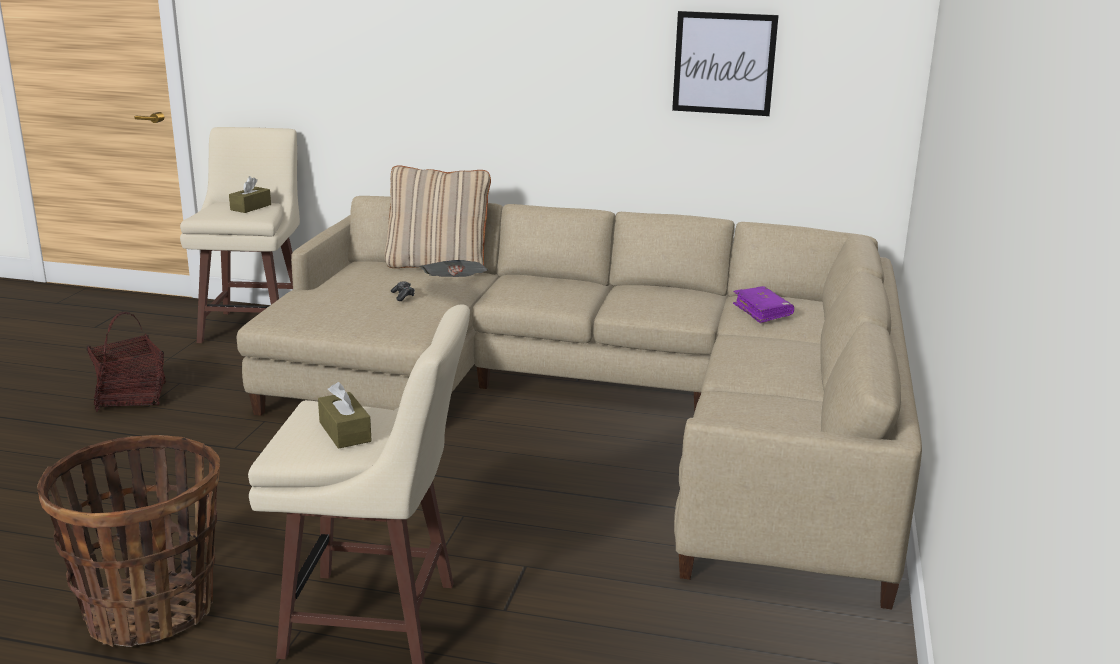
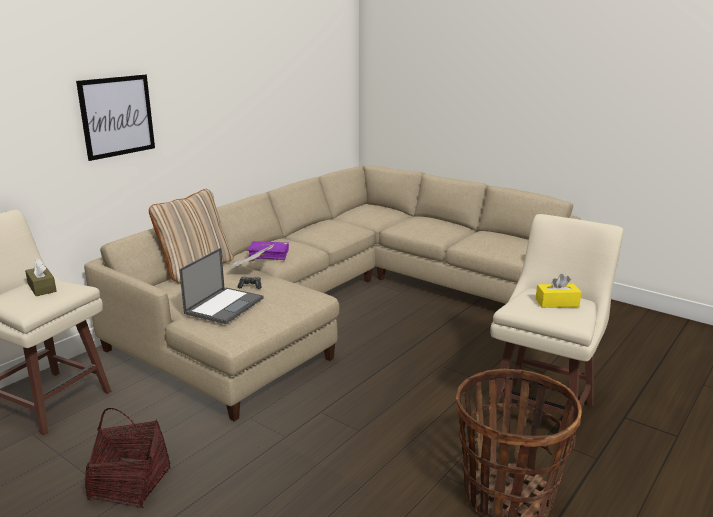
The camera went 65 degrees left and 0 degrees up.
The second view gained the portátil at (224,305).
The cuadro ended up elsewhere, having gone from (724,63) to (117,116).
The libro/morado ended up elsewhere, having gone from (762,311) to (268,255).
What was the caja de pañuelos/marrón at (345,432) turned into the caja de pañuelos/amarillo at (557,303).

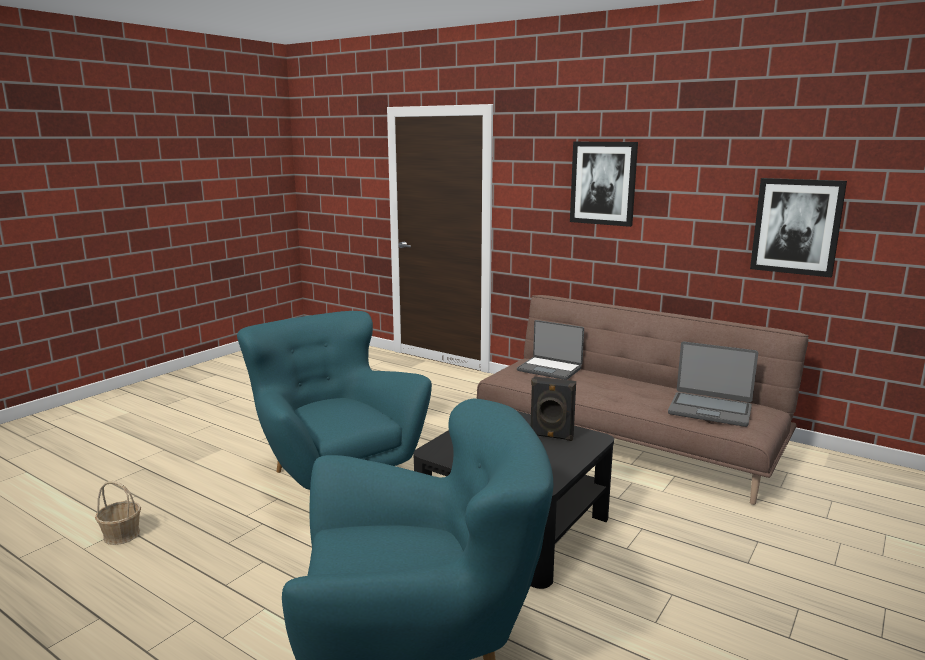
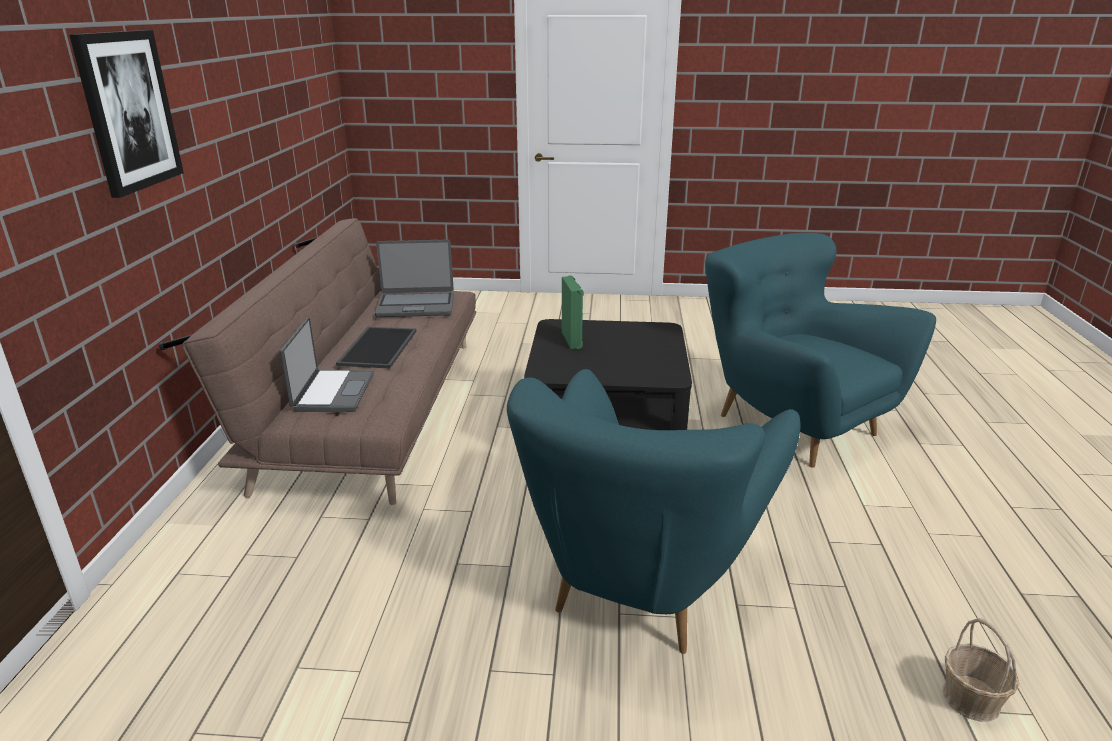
The camera went 120 degrees left and 10 degrees up.
The second view lost the cuadro at (796,226).
The second view gained the bandeja at (377,347).
What was the altavoz/negro at (551,436) turned into the altavoz/verde at (572,340).
The portátil at (710,410) ended up facing another way, 90 degrees clockwise from before.

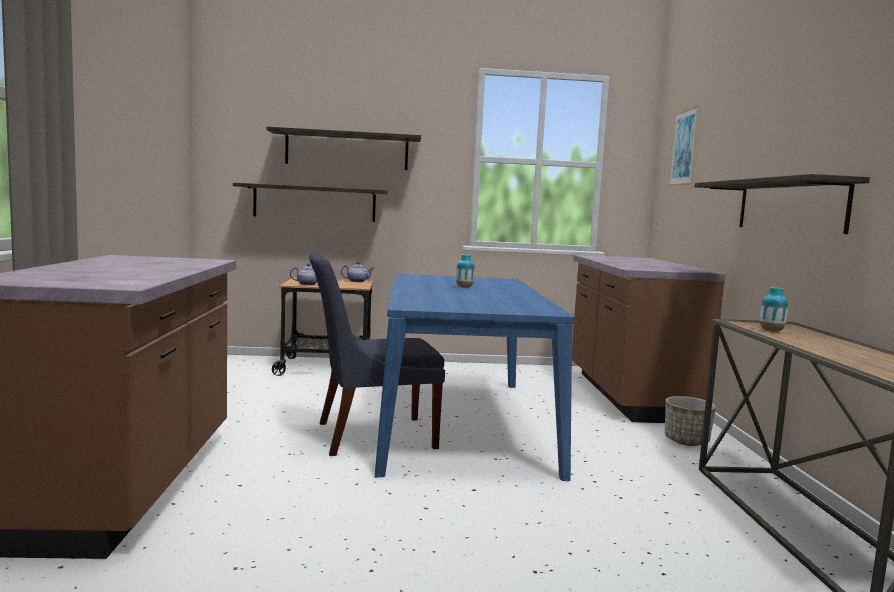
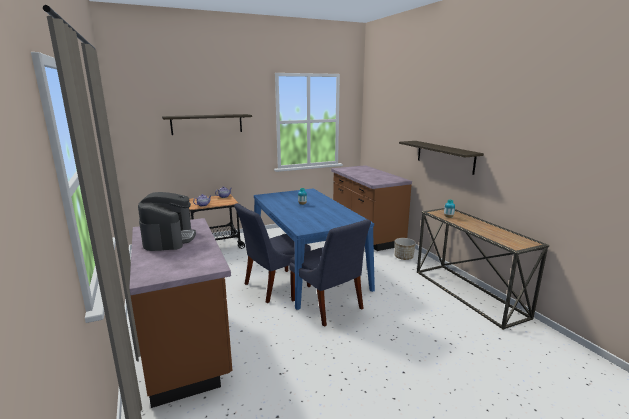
The camera went 20 degrees left and 10 degrees up.
The second view lost the estante at (314,203).
The second view lost the cuadro at (683,148).
The second view gained the cafetera at (169,238).
The second view gained the silla/azul at (328,306).

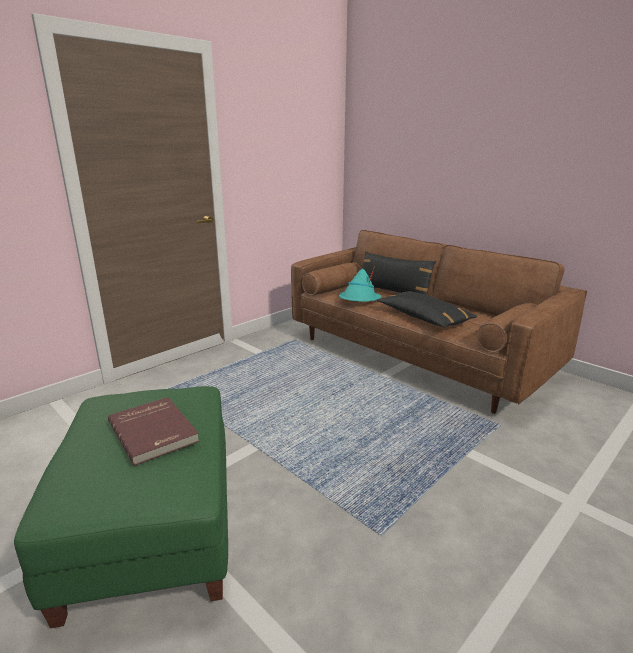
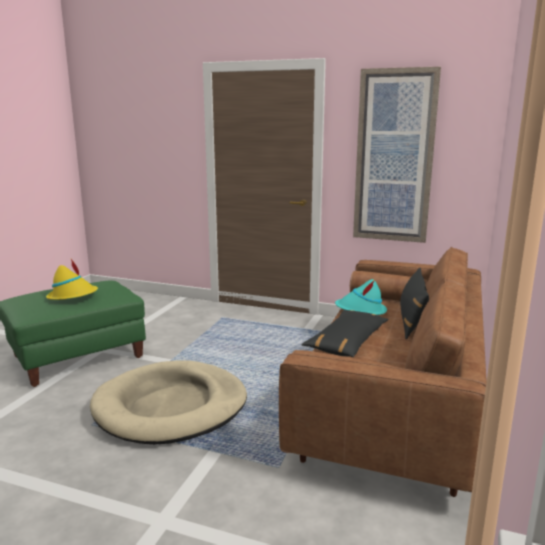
The camera went 65 degrees right and 5 degrees down.
The second view gained the cama para perro/beis at (171,407).
The second view gained the cuadro at (394,157).
Where the libro/rojo stood at (155,431), the sombrero/amarillo came to stand at (73,296).

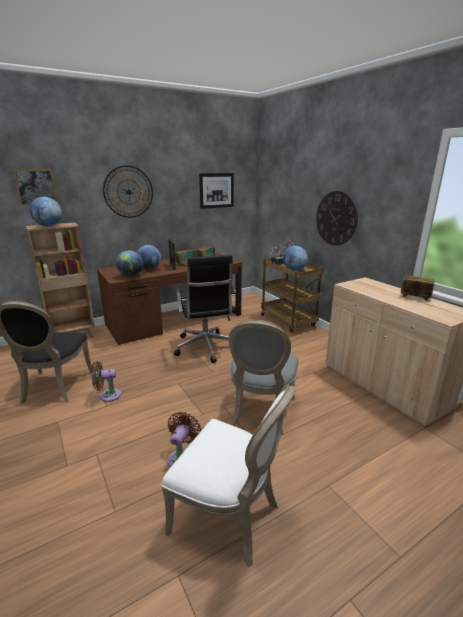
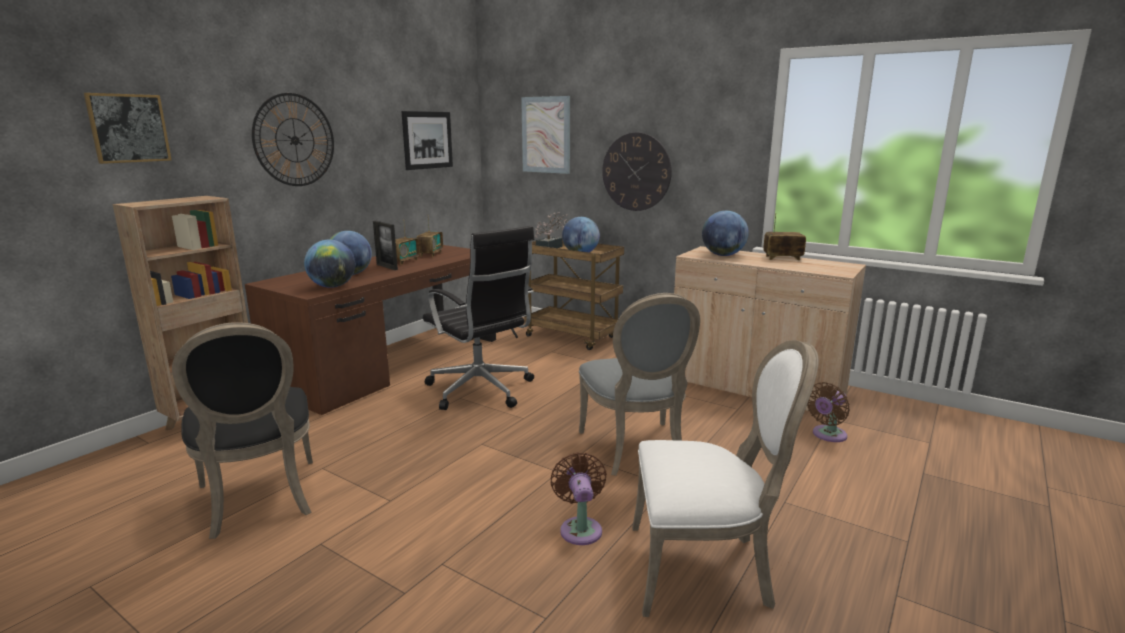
The camera went 25 degrees left and 5 degrees down.
The second view gained the cuadro at (546,135).
The globo terráqueo ended up elsewhere, having gone from (48,226) to (723,255).
The ventilador/marrón ended up elsewhere, having gone from (108,395) to (827,435).

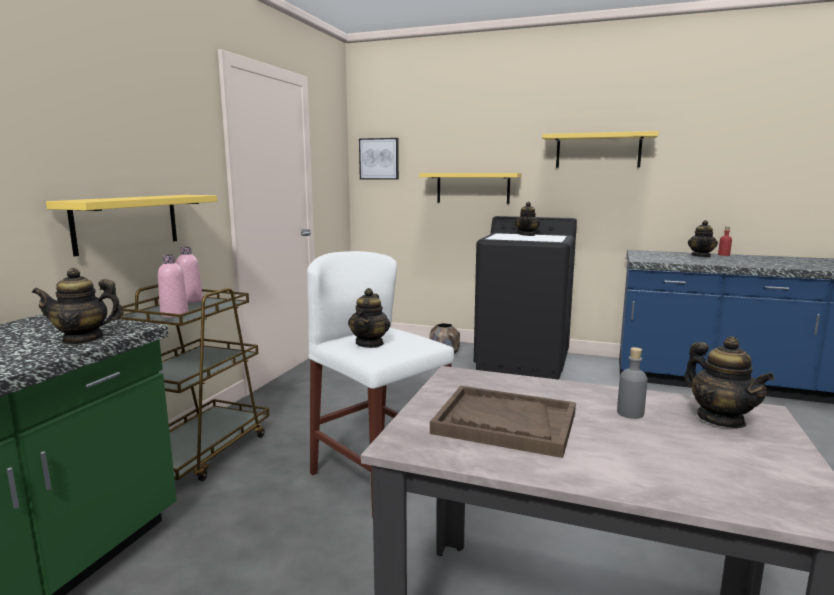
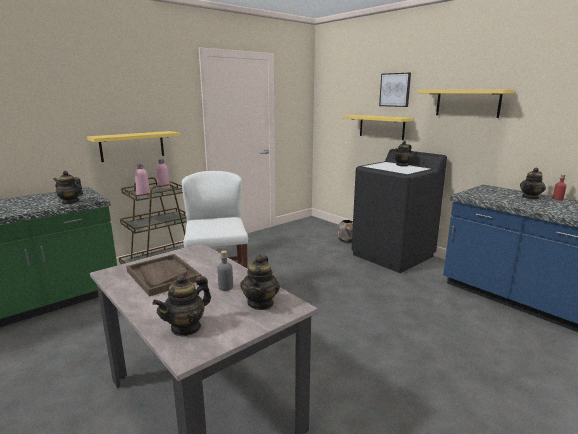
The camera went 30 degrees right and 5 degrees up.
The tetera ended up elsewhere, having gone from (370,343) to (186,327).
The cuadro ended up elsewhere, having gone from (379,159) to (395,90).

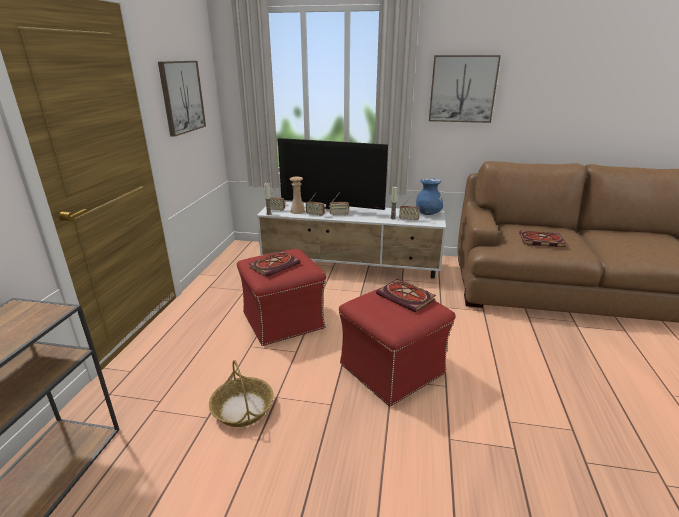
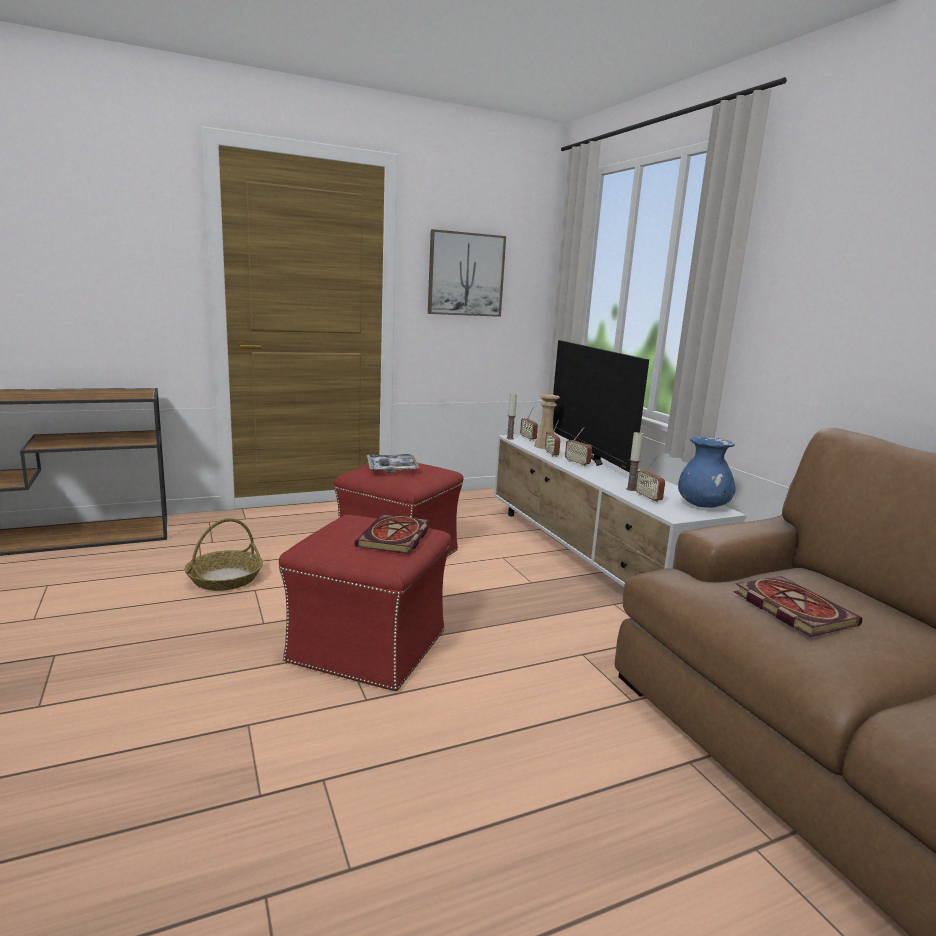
The camera went 55 degrees right and 10 degrees down.
The second view lost the cuadro at (462,89).
Where the libro stood at (275,265), the bandeja came to stand at (392,468).

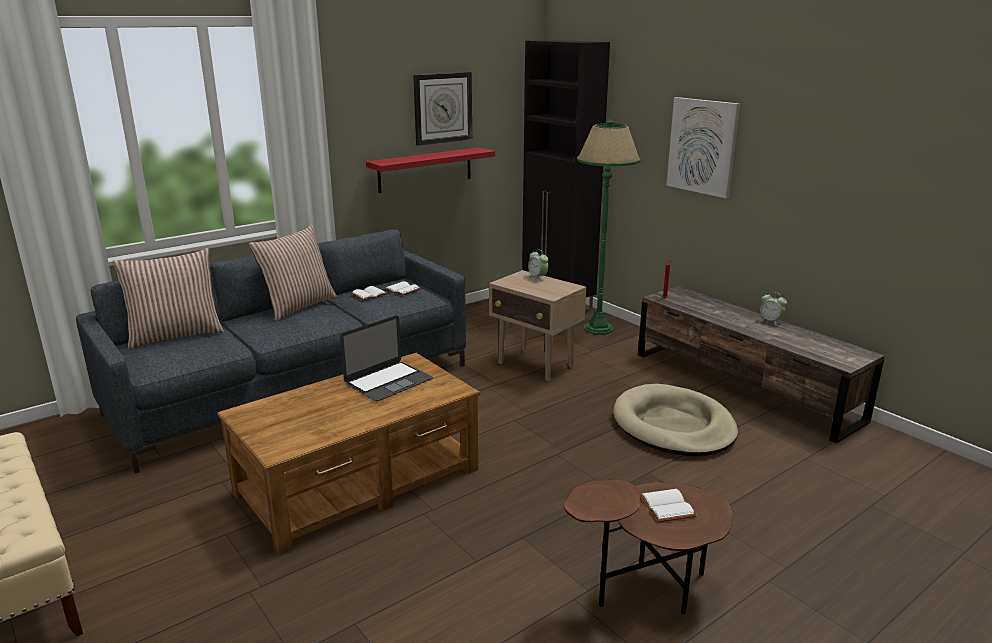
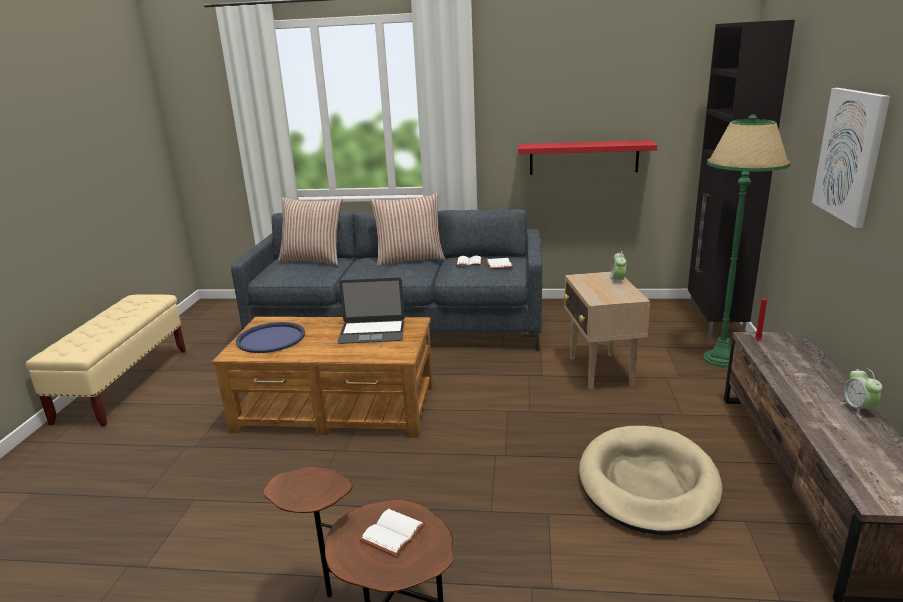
The camera went 45 degrees right and 0 degrees up.
The second view lost the reloj de pared at (442,108).
The second view gained the bandeja/azul at (271,338).

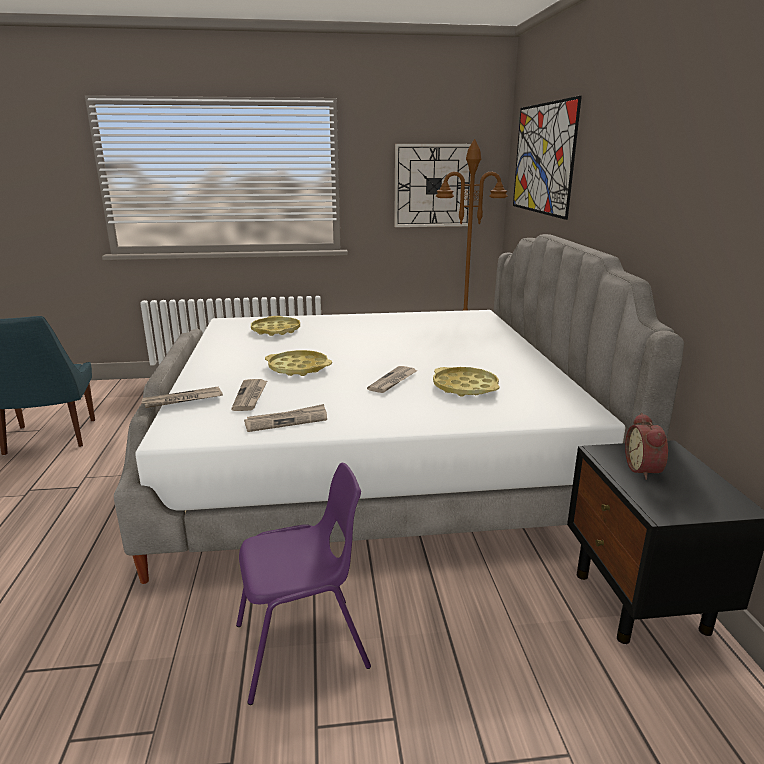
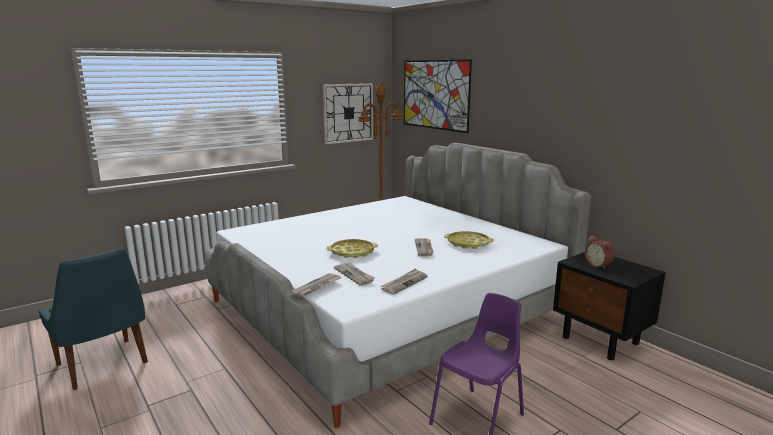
The camera went 30 degrees left and 5 degrees down.
The second view lost the bandeja/amarillo at (276,330).

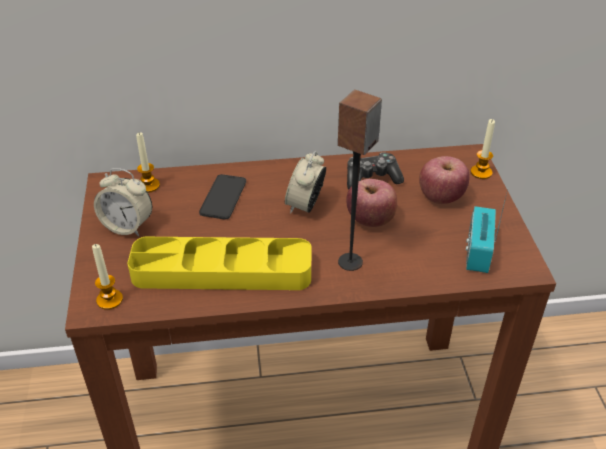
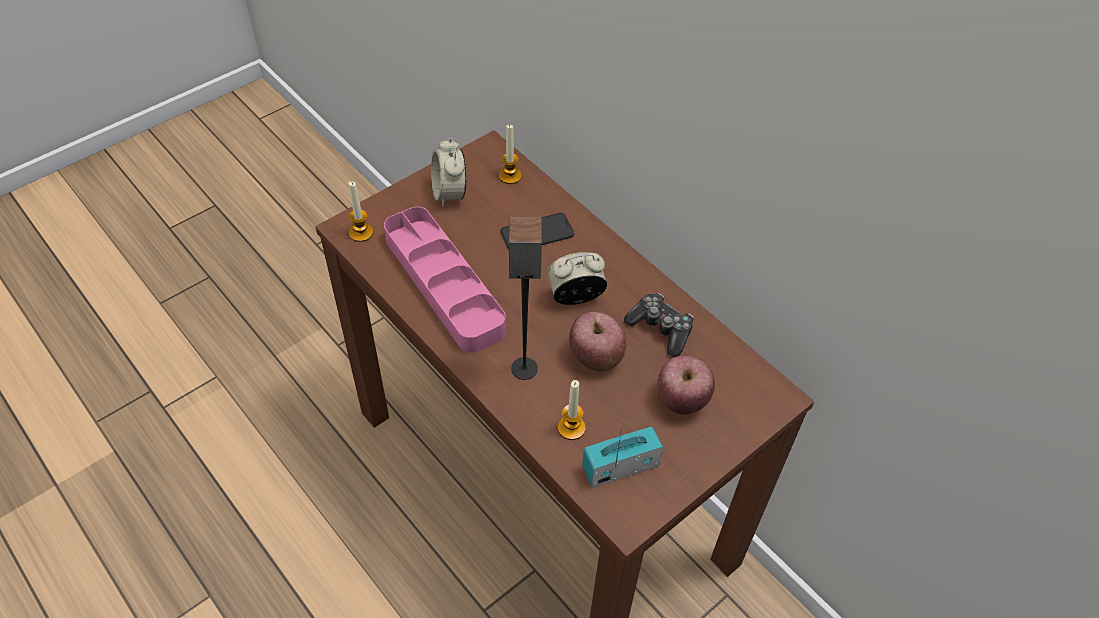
The camera went 55 degrees right and 10 degrees up.
The vela ended up elsewhere, having gone from (481,172) to (571,428).
What was the bandeja/amarillo at (222,271) turned into the bandeja/rosa at (444,284).

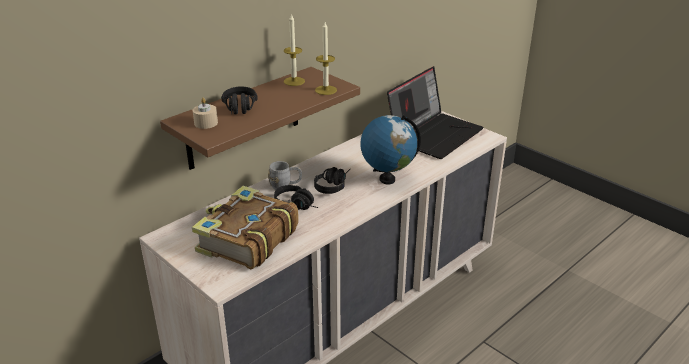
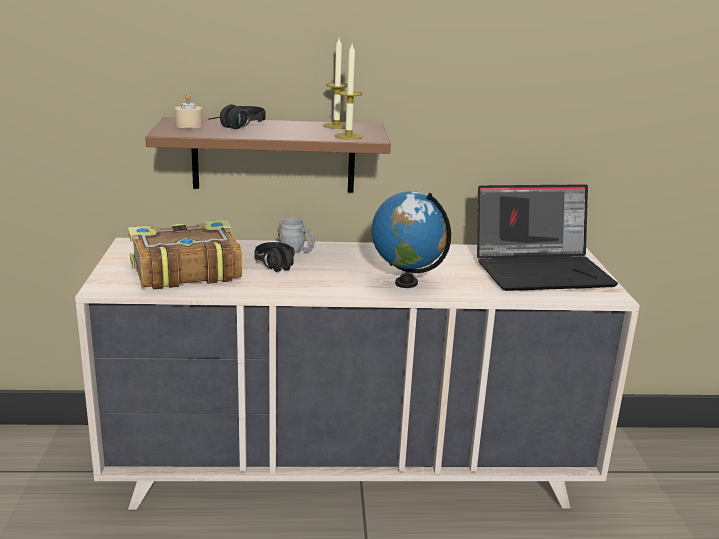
The camera went 40 degrees right and 10 degrees down.
The second view lost the auriculares/negro at (333,185).

